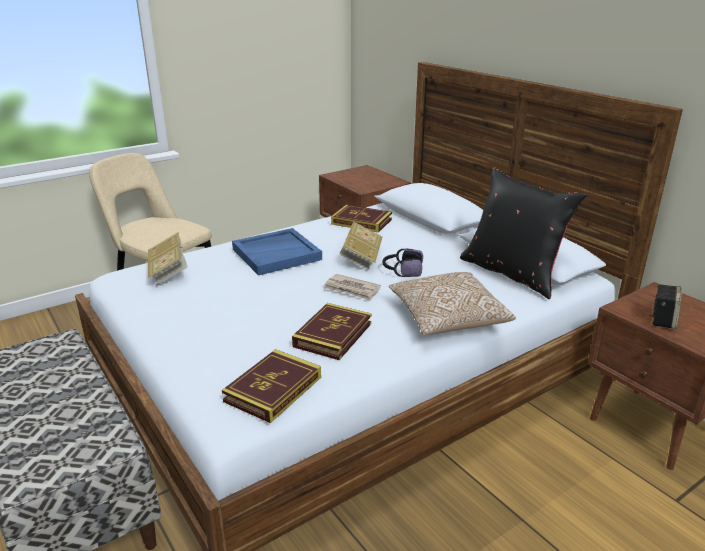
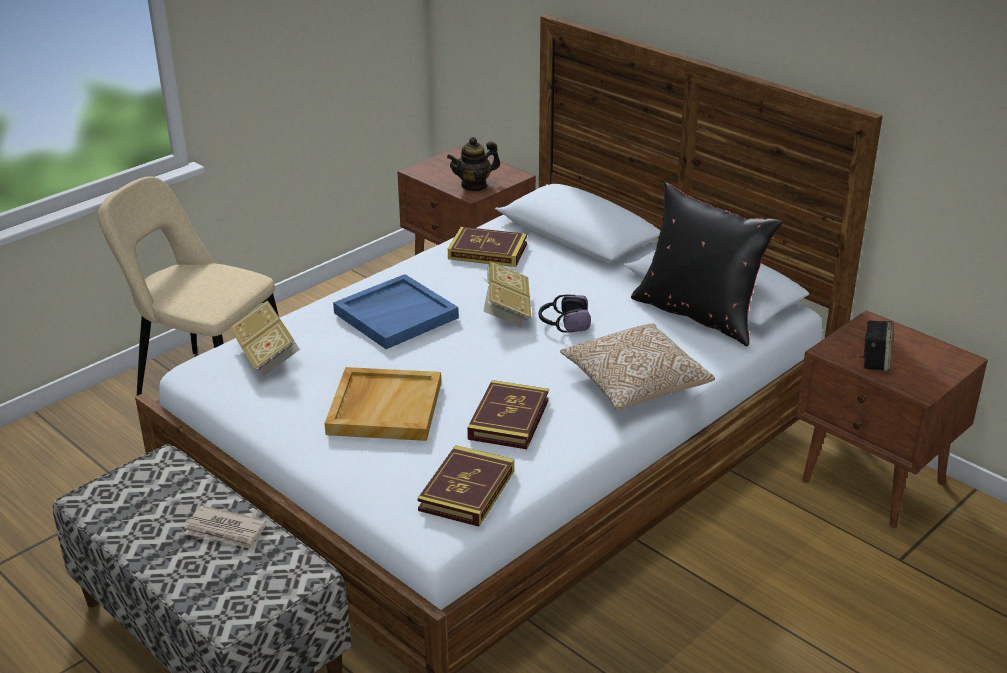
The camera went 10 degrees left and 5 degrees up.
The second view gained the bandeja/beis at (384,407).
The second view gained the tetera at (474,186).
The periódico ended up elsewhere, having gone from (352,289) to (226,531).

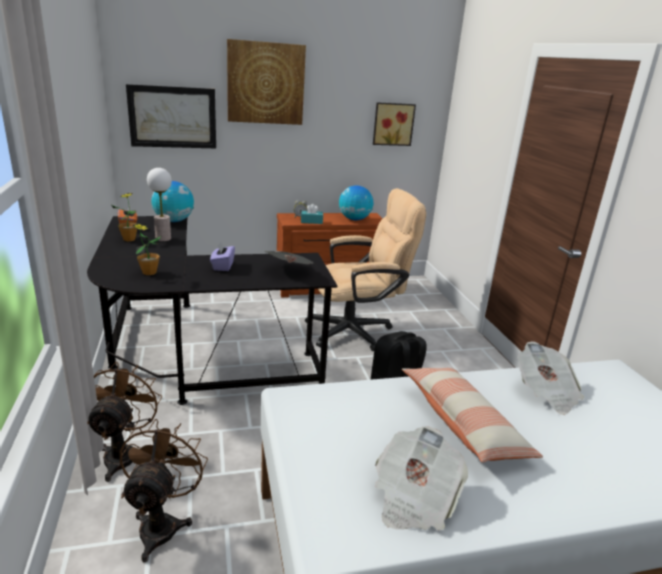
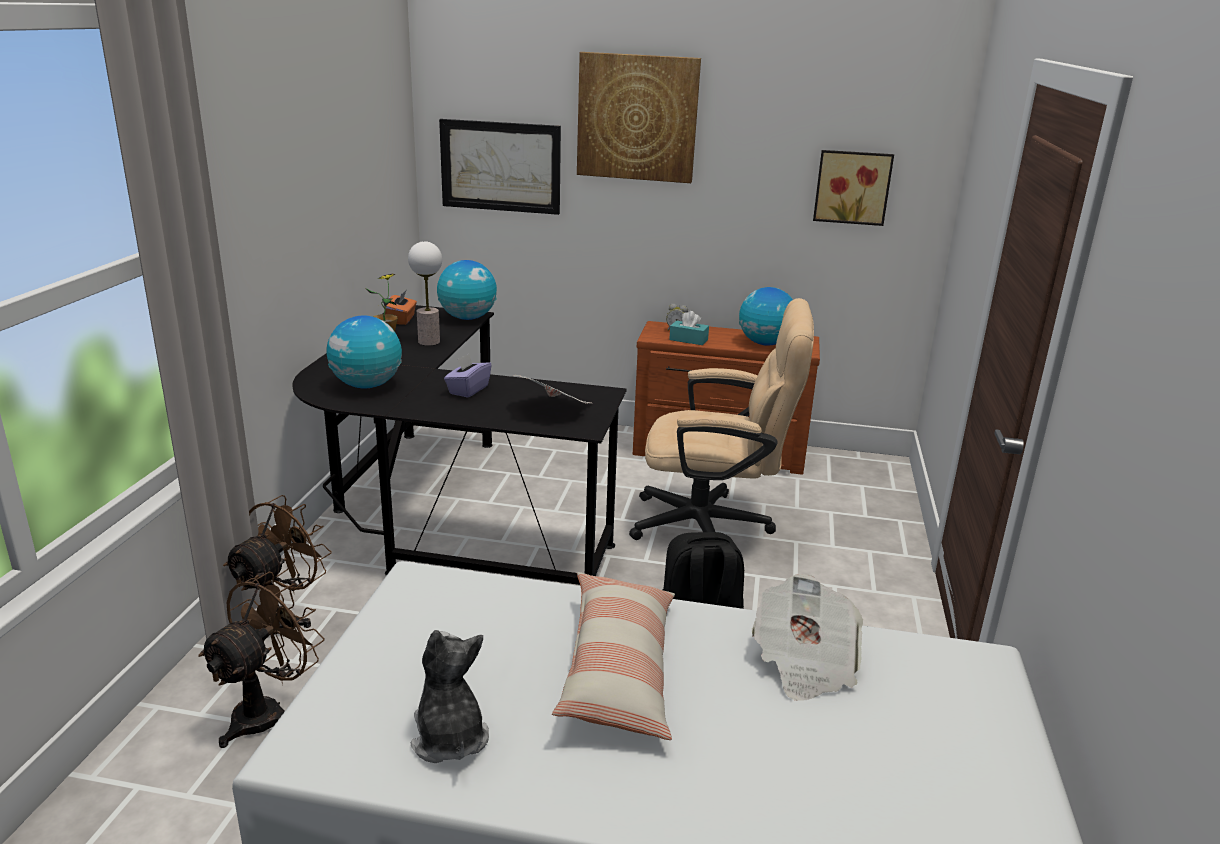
The camera went 25 degrees right and 0 degrees up.
Where the planta en maceta stood at (149,272), the globo terráqueo came to stand at (367,385).
Where the periódico stood at (414,498), the peluche came to stand at (449,737).

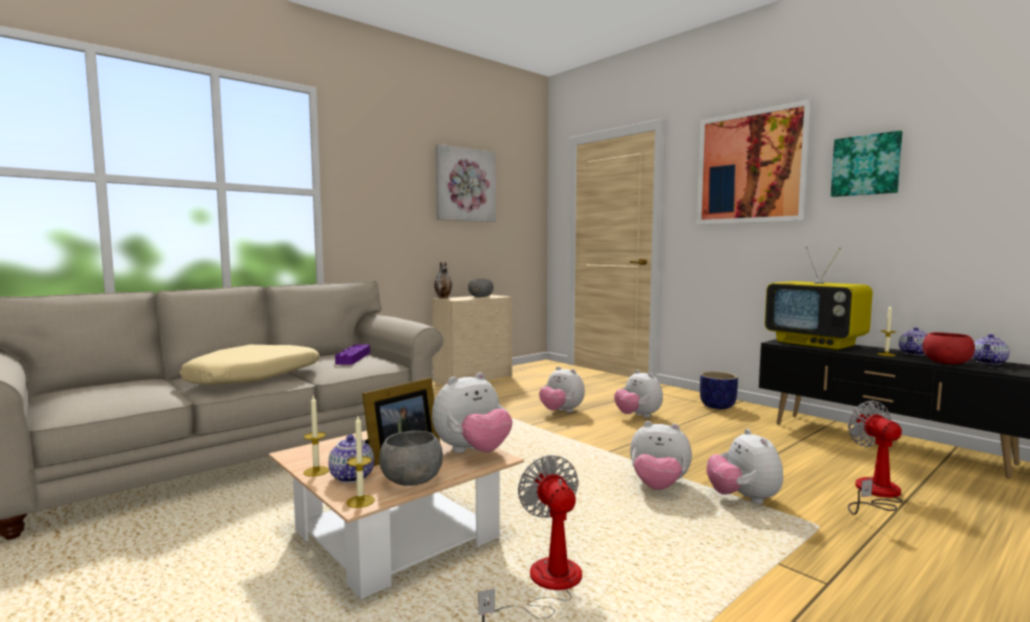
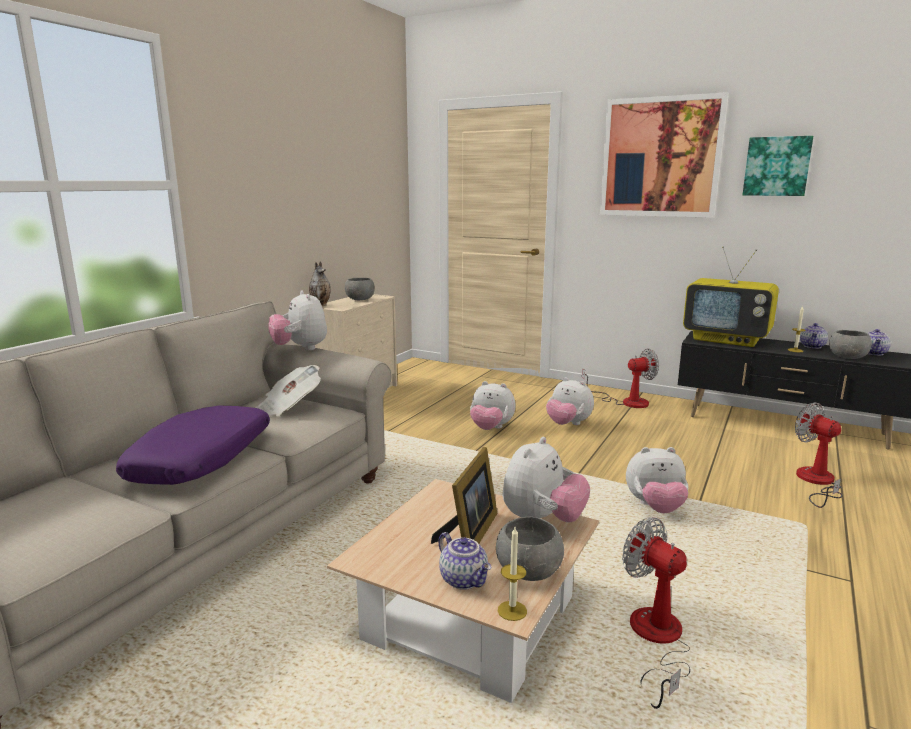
The camera went 20 degrees left and 10 degrees up.
The second view lost the vela at (316,471).
The second view lost the cuadro at (465,185).
The peluche ended up elsewhere, having gone from (743,499) to (300,348).
Where the bandeja/morado stood at (353,358), the periódico came to stand at (288,408).
Where the maceta stood at (717,406), the ventilador came to stand at (626,401).
What was the cojín/beis at (254,378) turned into the cojín/morado at (202,459).
What was the cuenco/rojo at (947,363) turned into the cuenco/gris at (848,357).

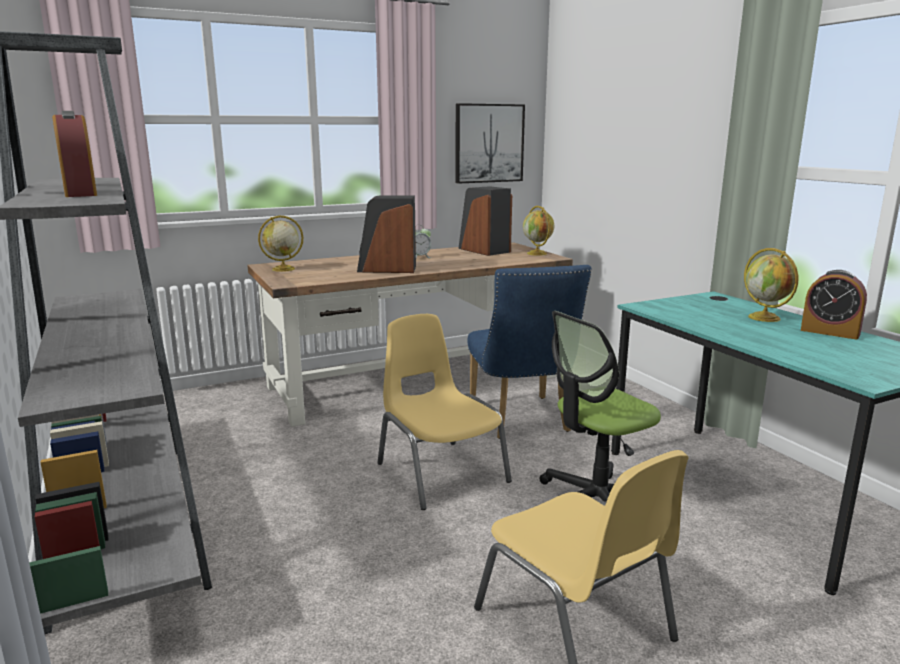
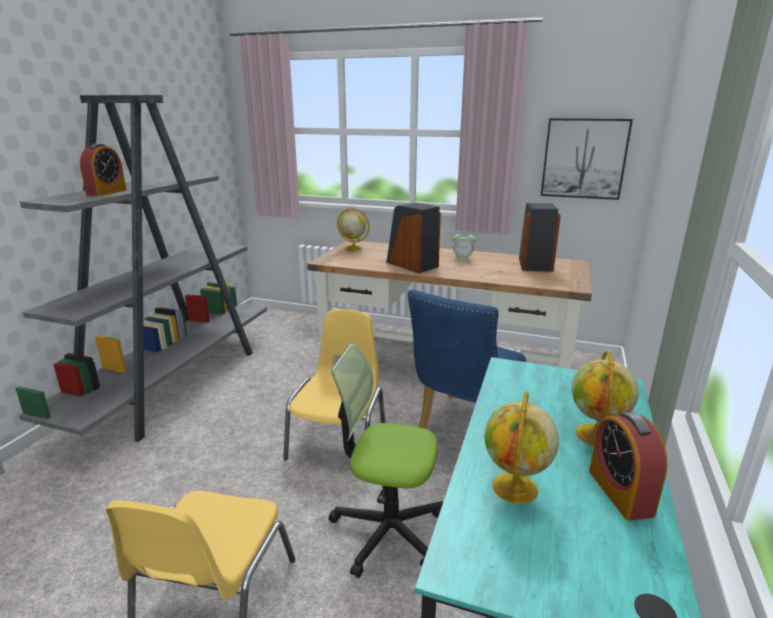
The camera went 45 degrees right and 5 degrees up.
The globo terráqueo ended up elsewhere, having gone from (537,253) to (515,489).

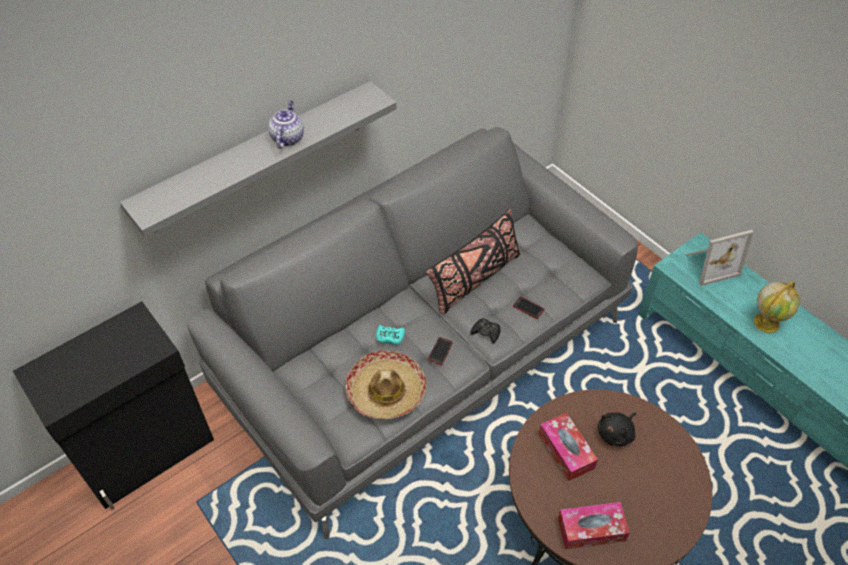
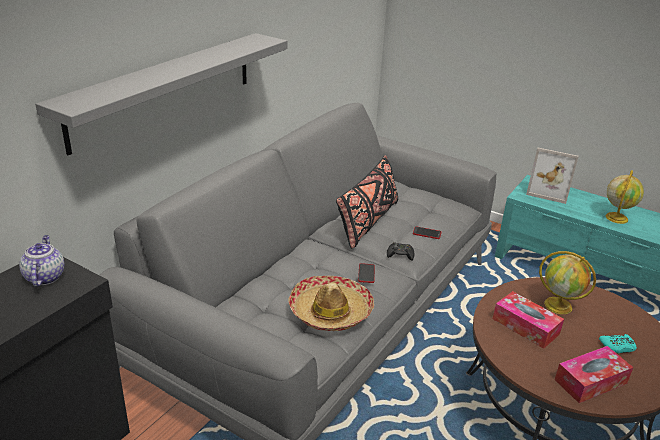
The camera went 20 degrees left and 20 degrees down.
The tetera ended up elsewhere, having gone from (287,138) to (44,277).
The mando de consola/turquesa ended up elsewhere, having gone from (390,337) to (617,347).
Where the peluche/negro stood at (616,433), the globo terráqueo came to stand at (559,306).
The portarretratos at (709,264) ended up facing another way, 60 degrees clockwise from before.

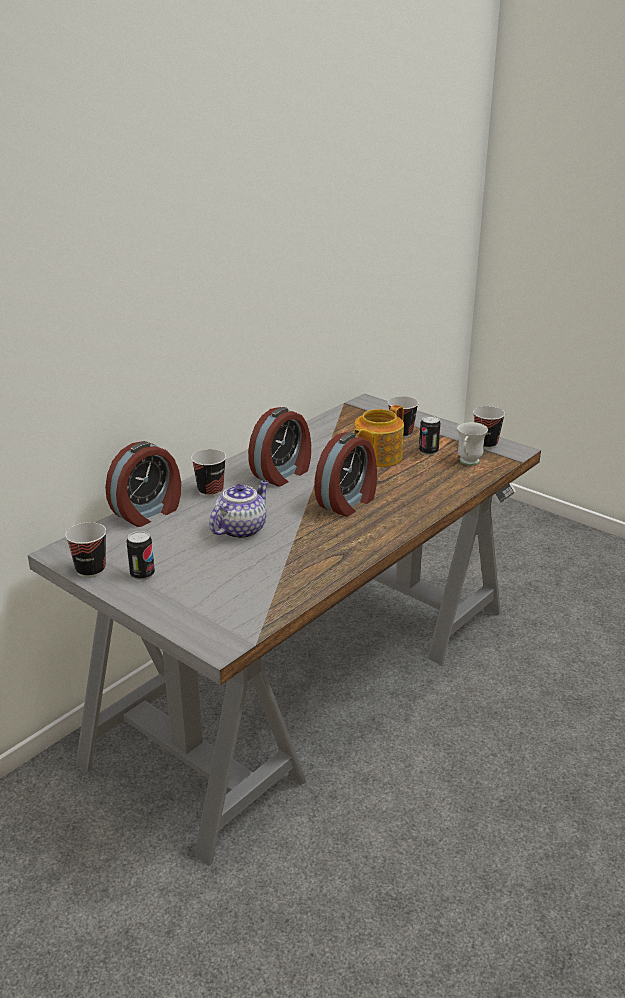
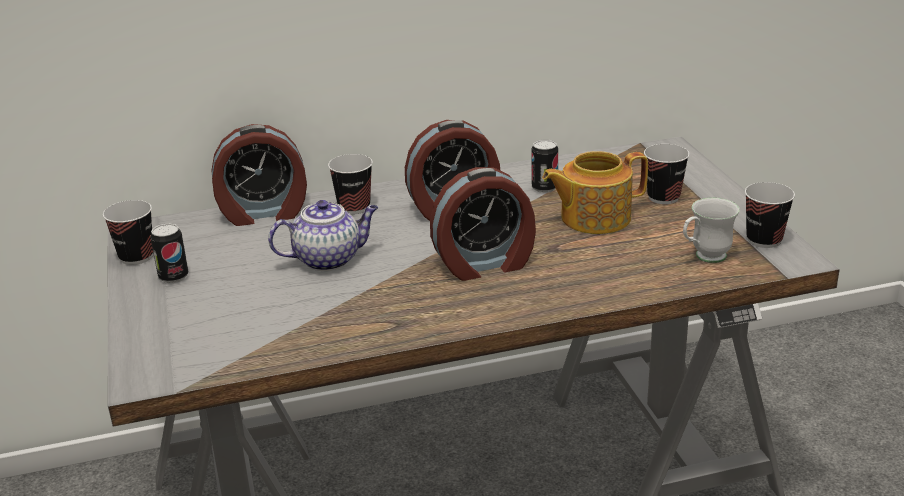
The camera went 35 degrees right and 0 degrees up.
The lata ended up elsewhere, having gone from (428,451) to (544,188).

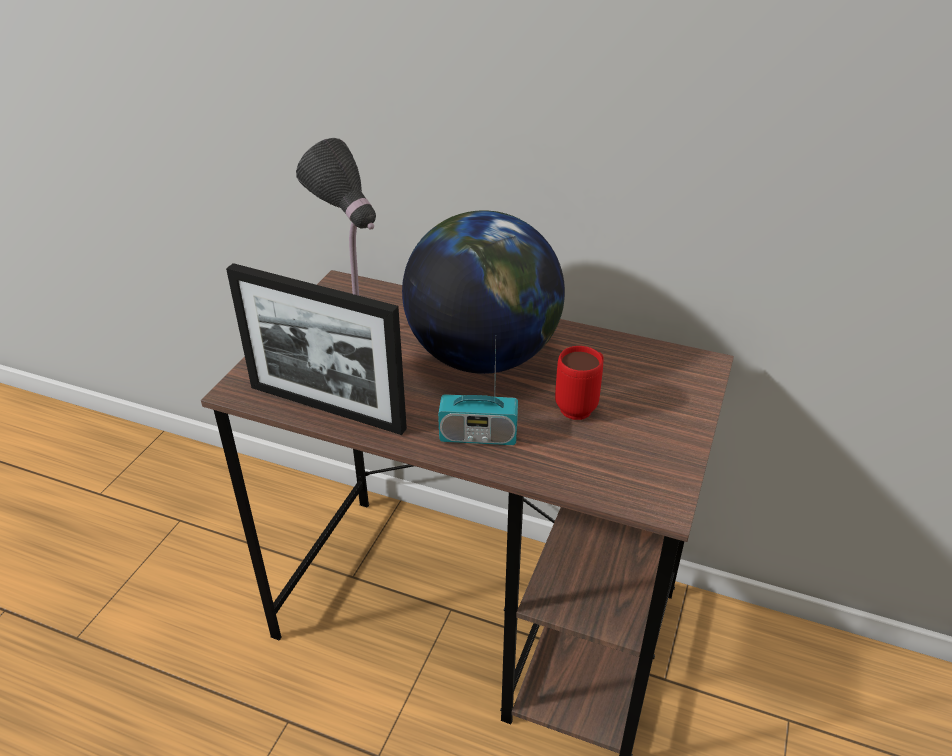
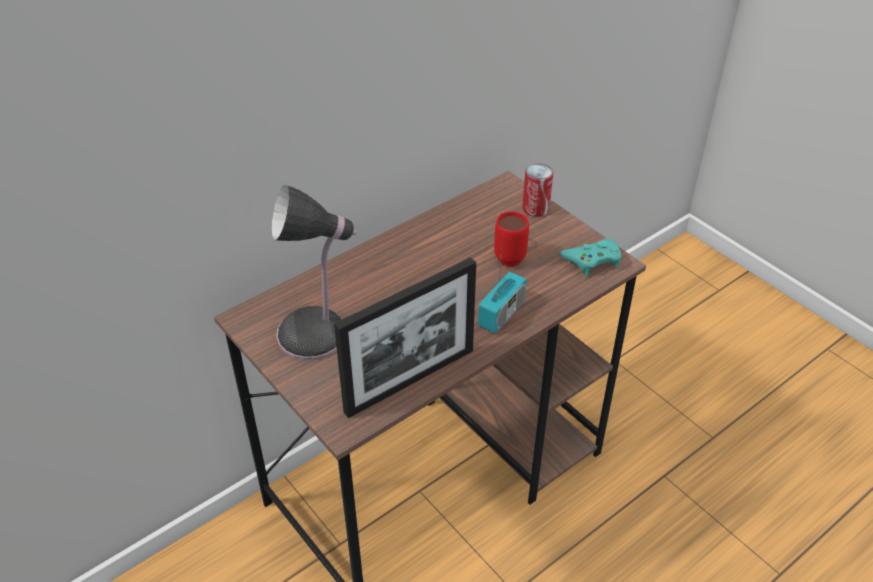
The camera went 60 degrees left and 5 degrees up.
The second view lost the globo terráqueo at (483,356).
The second view gained the lata at (535,208).
The second view gained the mando de consola/turquesa at (592,260).

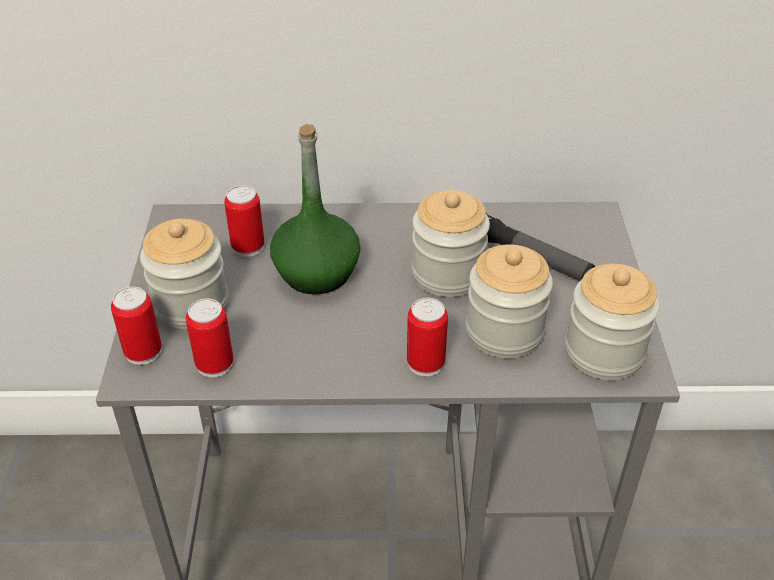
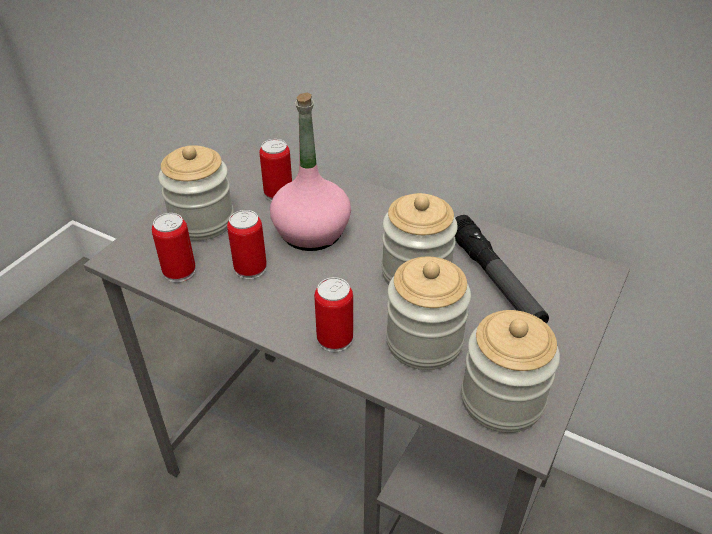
The camera went 30 degrees right and 0 degrees up.
The lata ended up elsewhere, having gone from (143,352) to (250,269).
What was the botella/verde at (317,273) turned into the botella/rosa at (311,232).

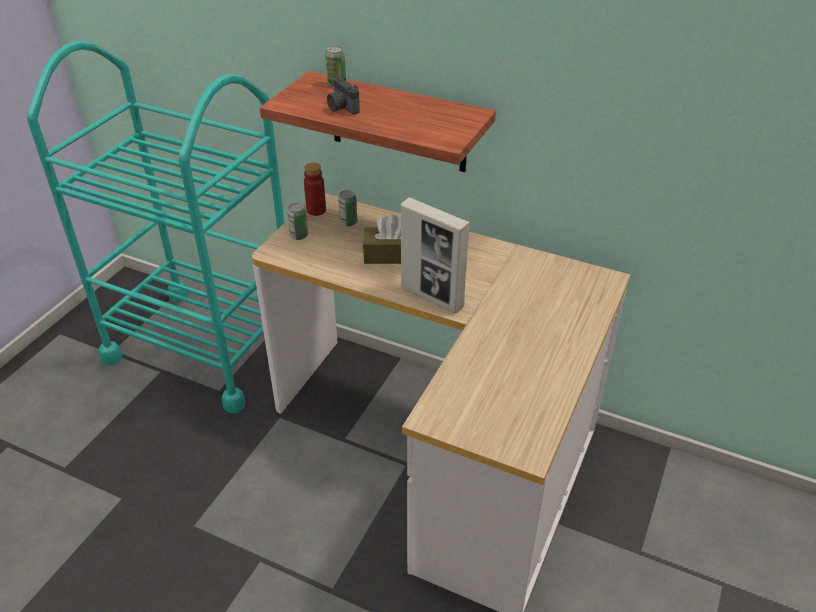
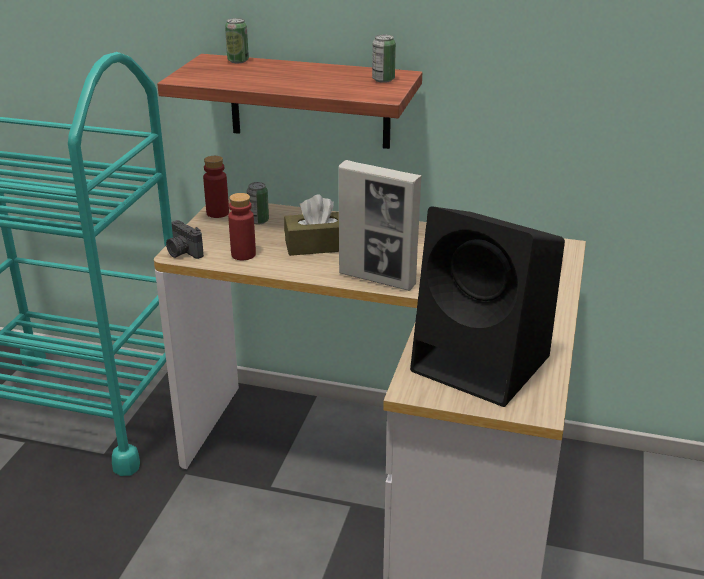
The camera went 10 degrees left and 10 degrees down.
The second view gained the botella/rojo at (243,254).
The second view gained the altavoz/negro at (484,364).
The lata ended up elsewhere, having gone from (299,236) to (383,80).
The cámara ended up elsewhere, having gone from (342,108) to (183,252).

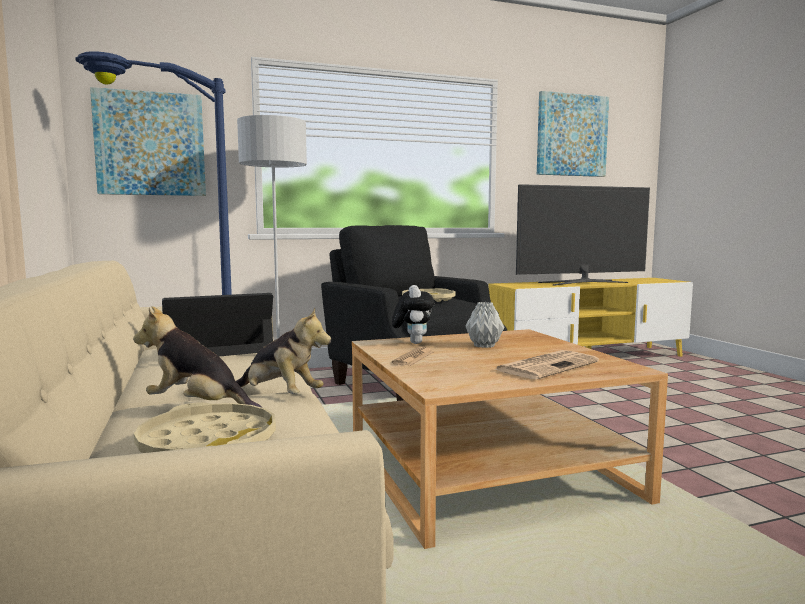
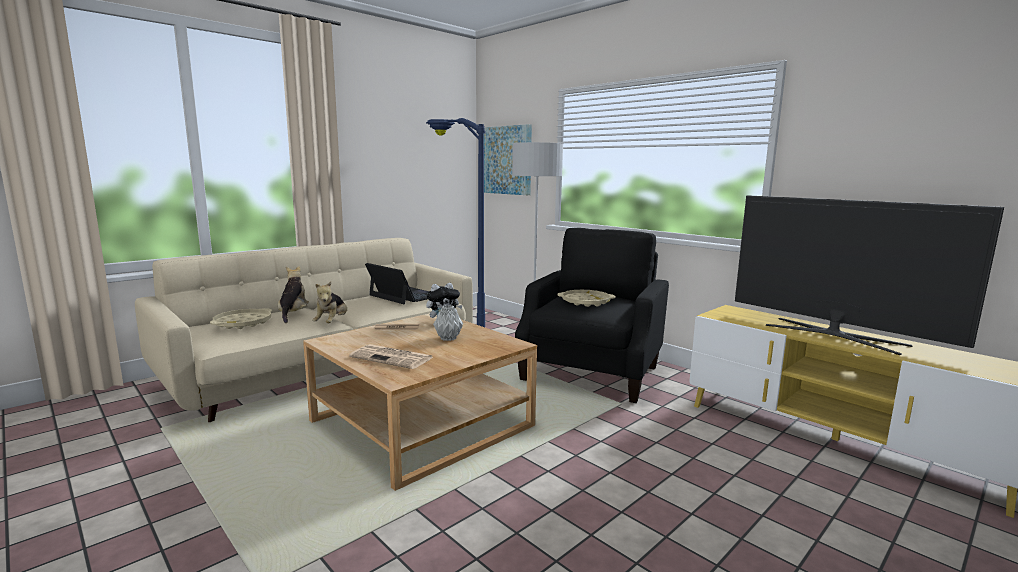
The camera went 65 degrees right and 5 degrees up.
The second view lost the cuadro at (571,135).

